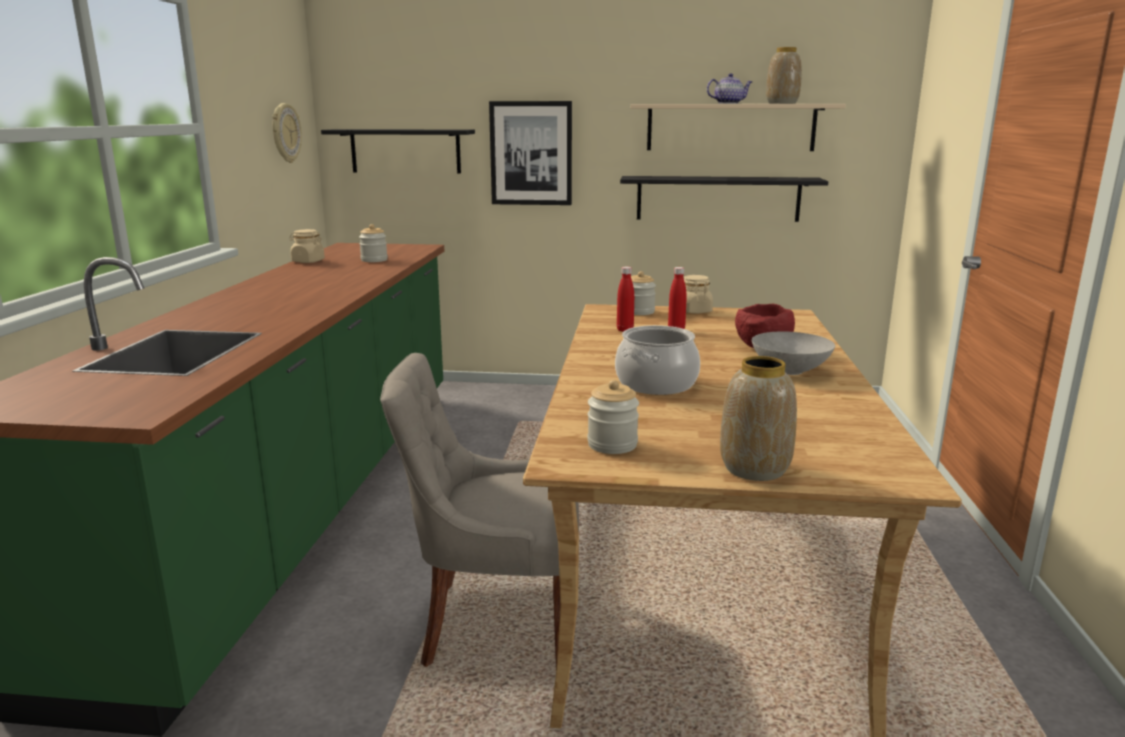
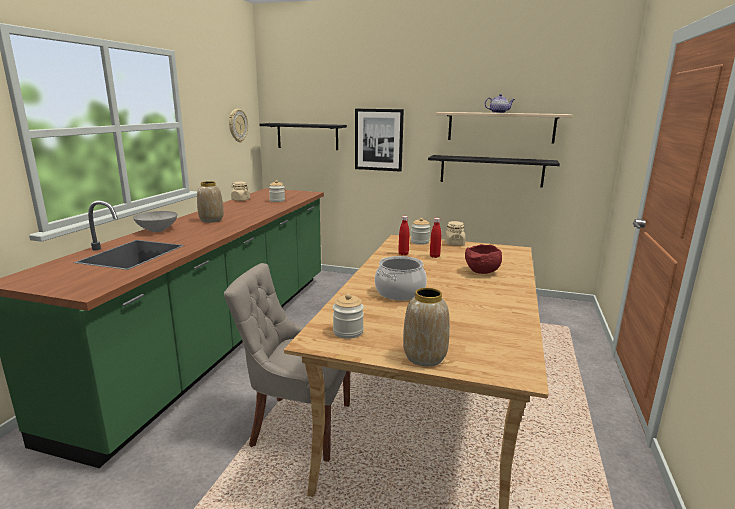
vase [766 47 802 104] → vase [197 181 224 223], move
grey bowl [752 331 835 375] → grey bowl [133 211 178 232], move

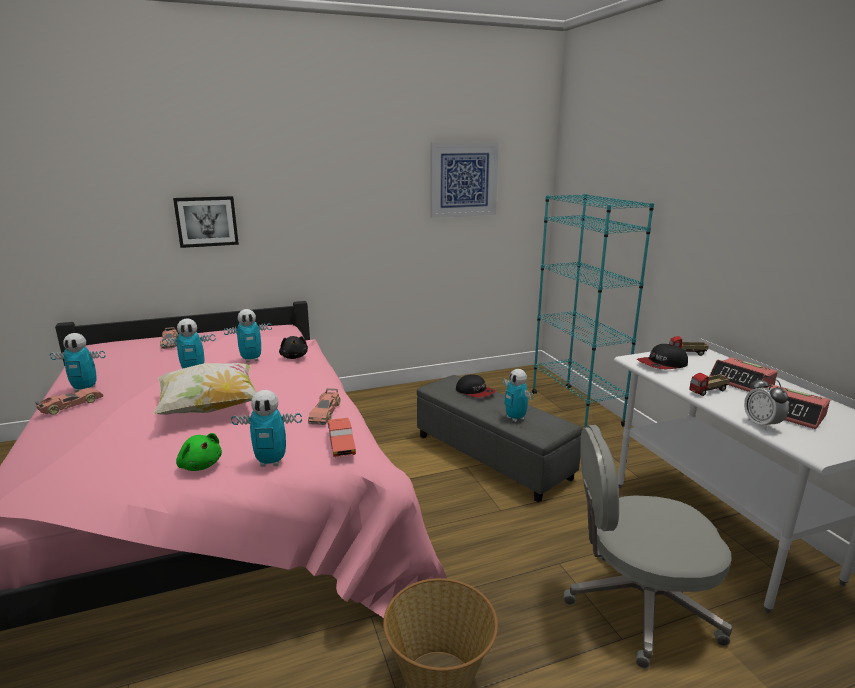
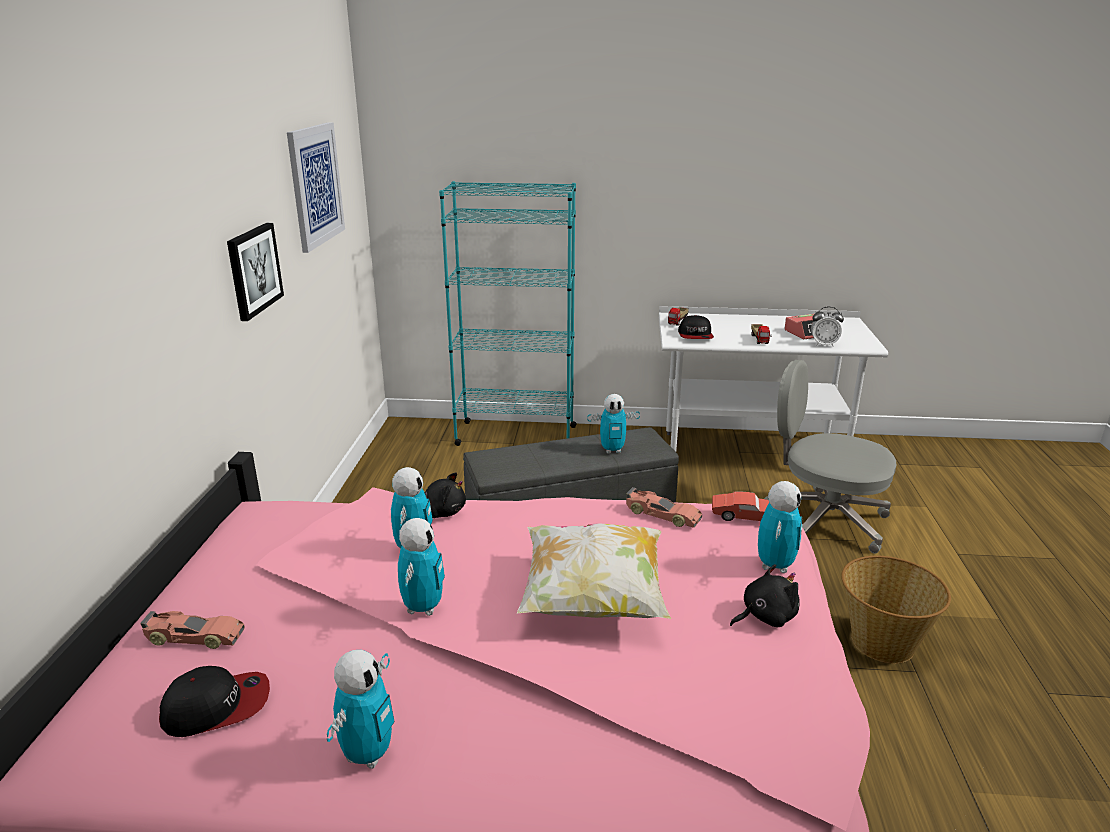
picture [173 196 239 248] → picture [227 223 284 321], move
alarm clock [709 357 778 392] → -
cap [456 374 496 398] → cap [159 666 270 737], move
toy car [35 388 103 415] → -
grey office chair [564 425 732 668] → grey office chair [764 360 896 553], 90 degrees clockwise
green plush toy [176 433 222 471] → black plush toy [730 564 800 627]

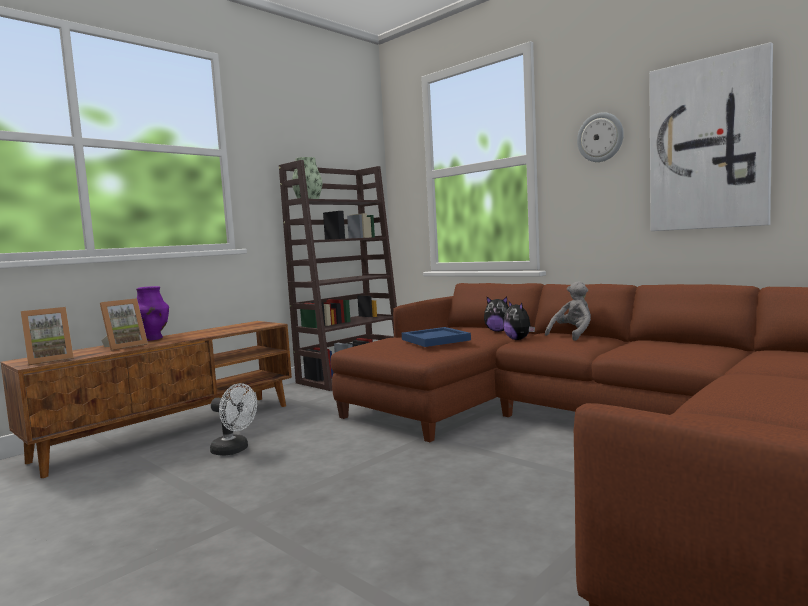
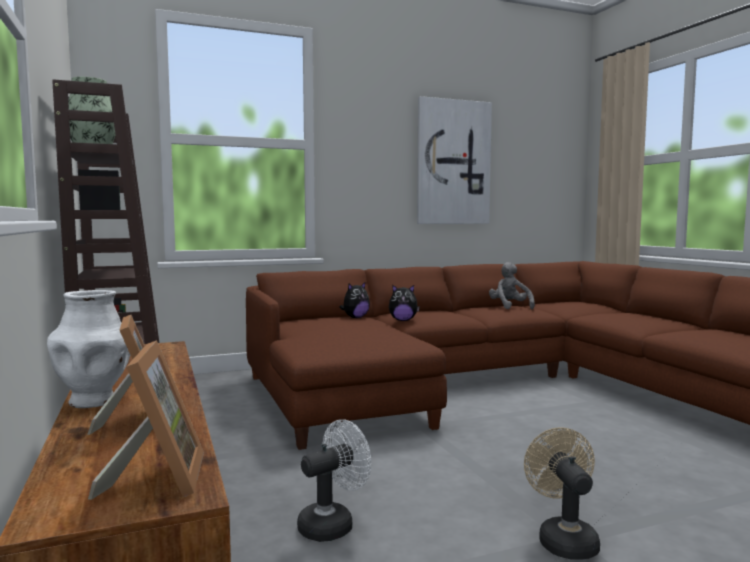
wall clock [577 112 624 162] → -
grey plush toy [545 281 591 341] → grey plush toy [489 262 535 310], move
purple vase [136 286 169 341] → white vase [47 290 130 408]
blue tray [402 327 471 347] → -
- → beige fan [524 427 600 560]

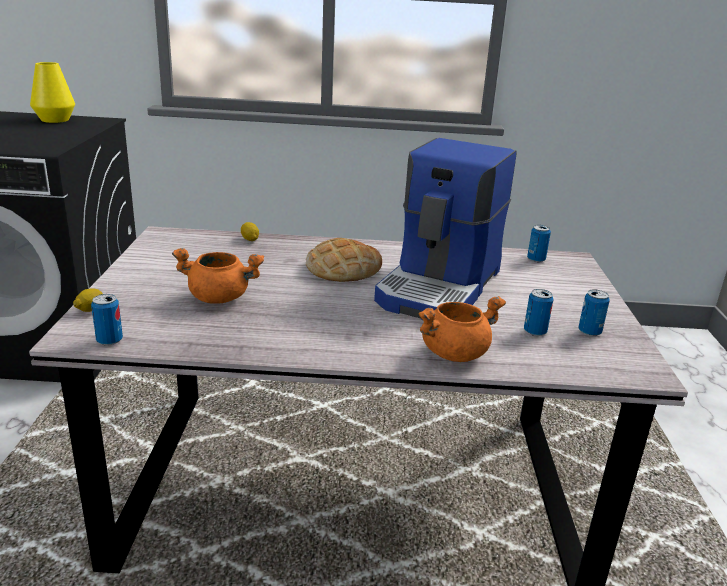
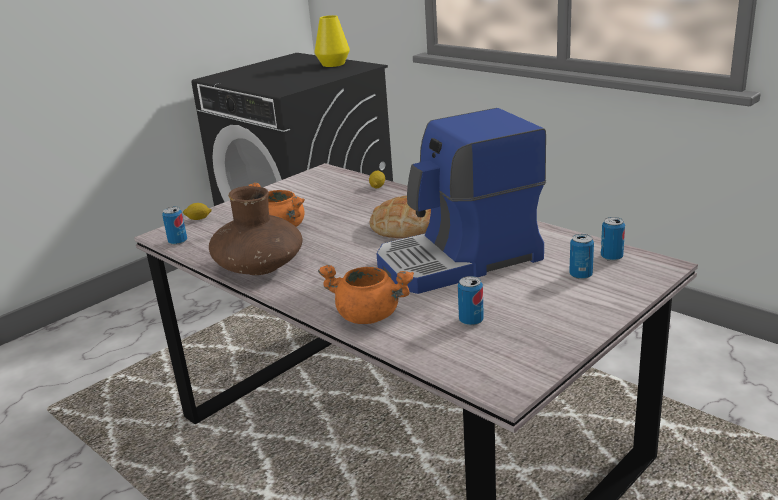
can [579 289 610 336] → can [569 234 594 280], move
- → brown vase [209 186 303 275]

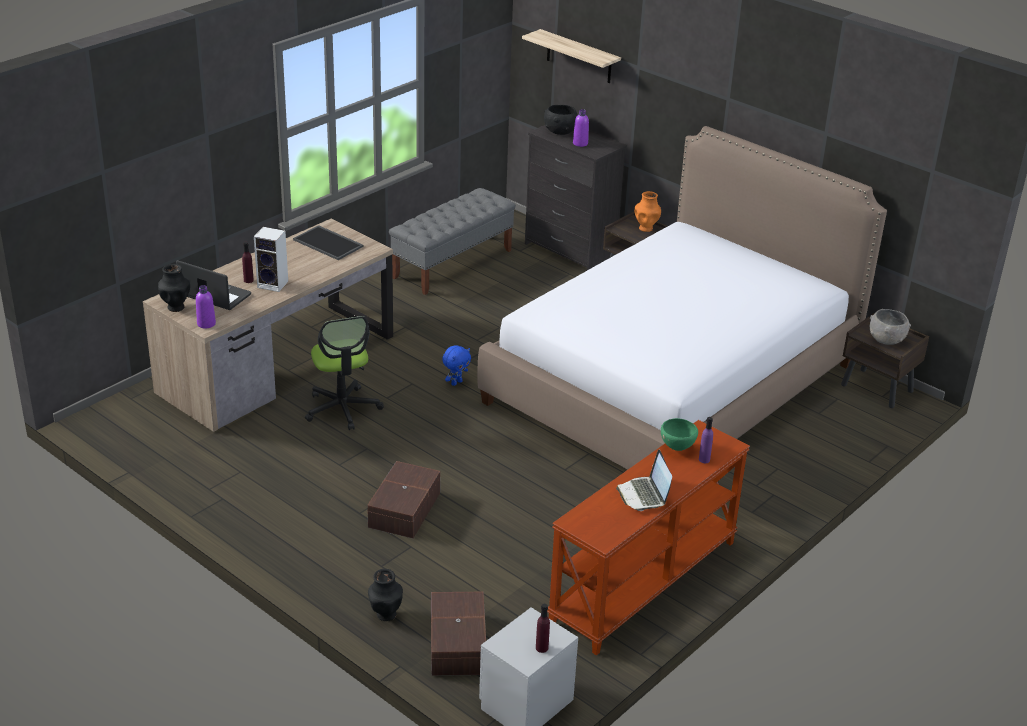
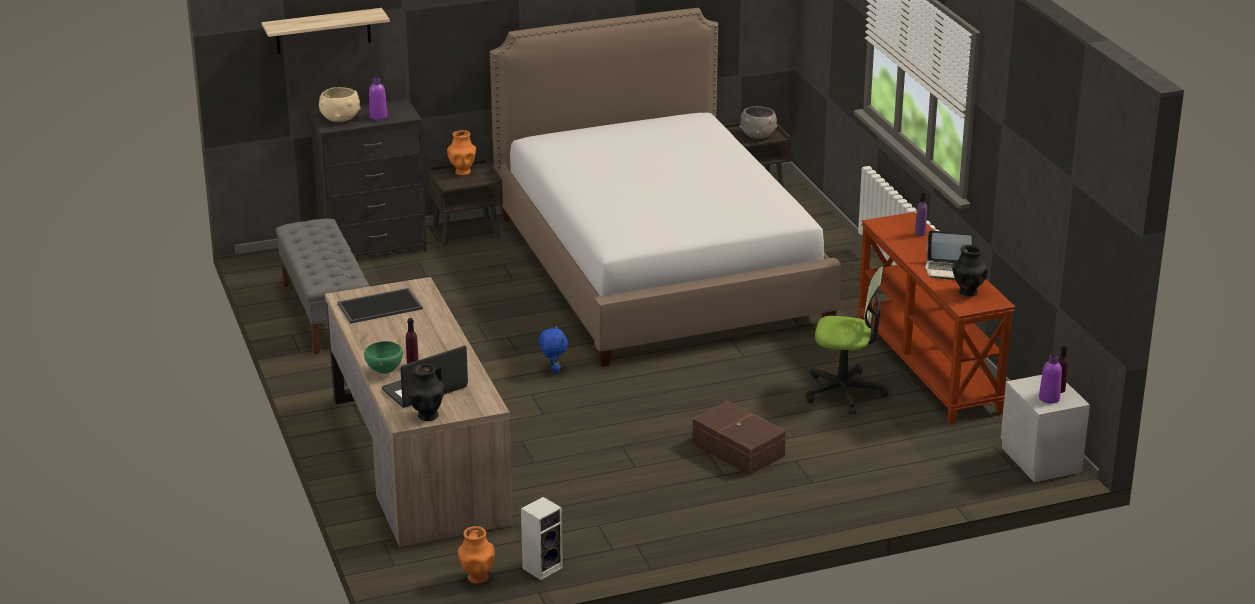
black bowl [544 105 578 135] → beige bowl [319 87 361 122]
speaker [254 227 288 292] → speaker [521 497 563 580], move
purple bottle [196 285 216 328] → purple bottle [1039 355 1062 404], move
office chair [305 316 384 430] → office chair [806 267 888 415], move
green bowl [661 418 698 451] → green bowl [364 341 403 374], move
black vase [368 569 403 621] → black vase [952 245 988 297], move
brown storage box [431 592 486 676] → -
- → orange vase [458 526 495 584]

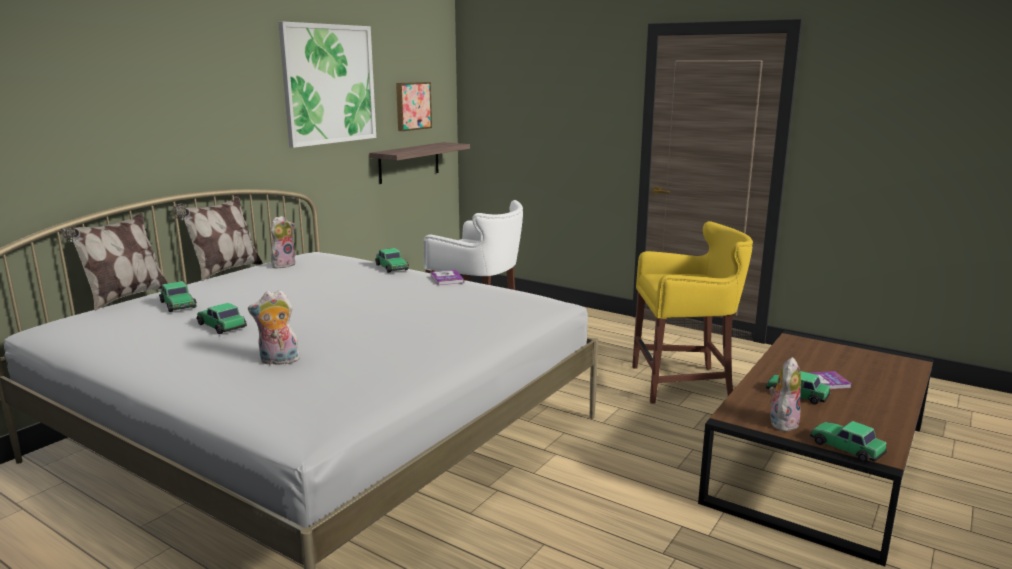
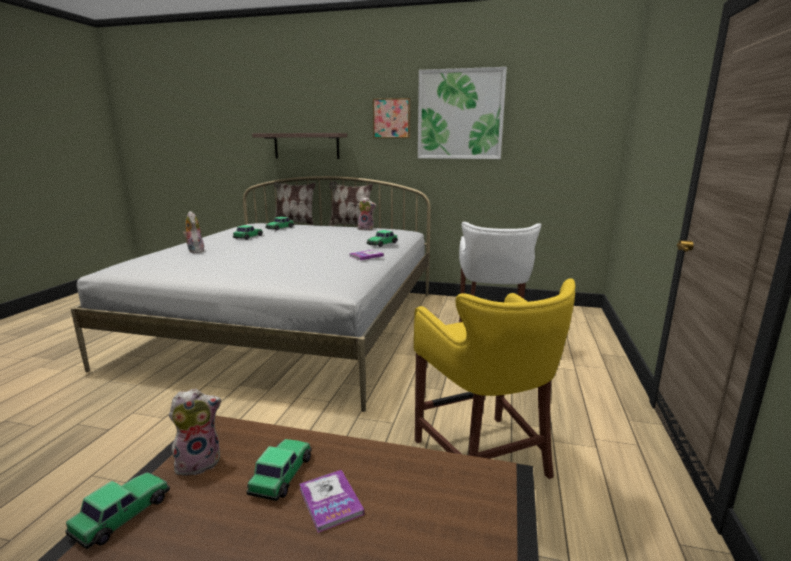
picture [396 82 432 131] → picture [373 98 411 138], move
shelf [369 142 470 184] → shelf [252 133 347 159], move
plush toy [769 357 801 431] → plush toy [169 388 221 476], 45 degrees counterclockwise

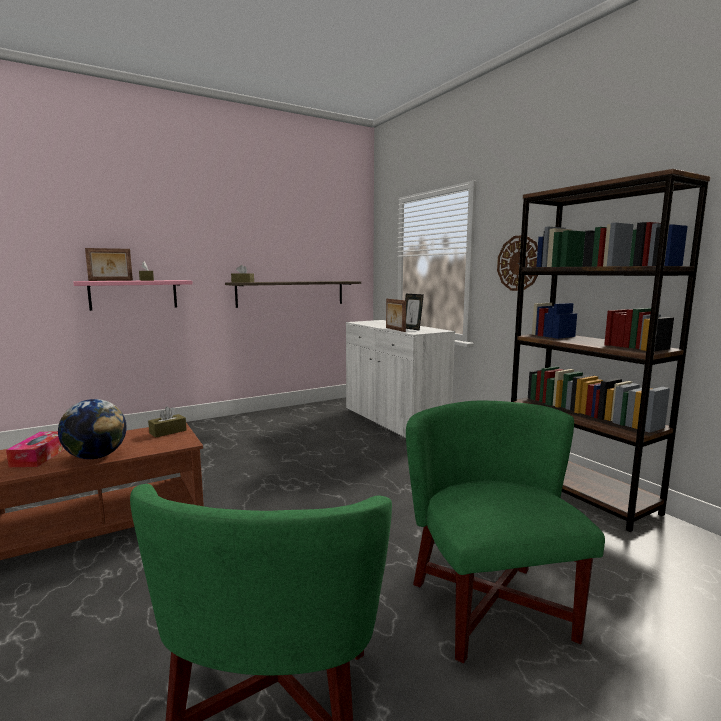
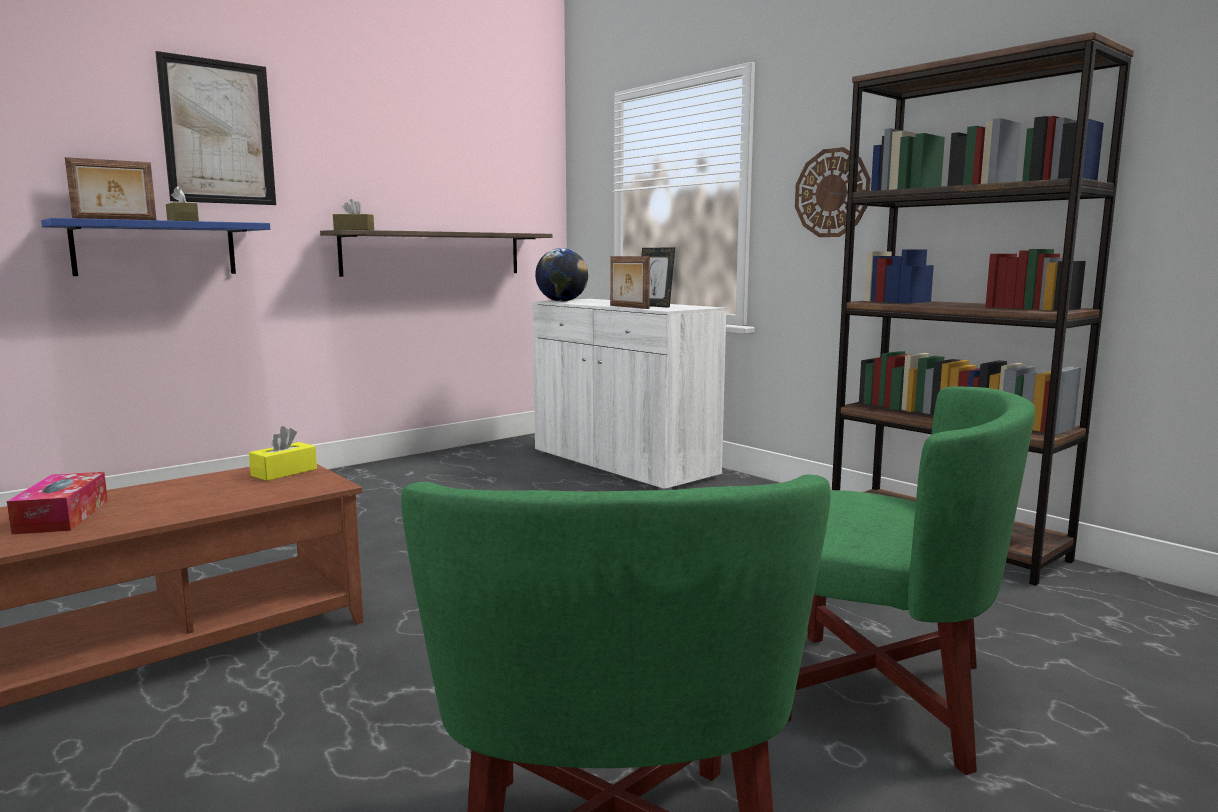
pink shelf [73 280 193 311] → blue shelf [41 218 270 276]
globe [58 399 127 459] → globe [535 248 588 302], move
green armchair [406 401 605 663] → green armchair [788 386 1035 775], 135 degrees clockwise
brown tissue box [148 406 187 438] → yellow tissue box [249 426 317 481]
- → picture [155 51 276 205]

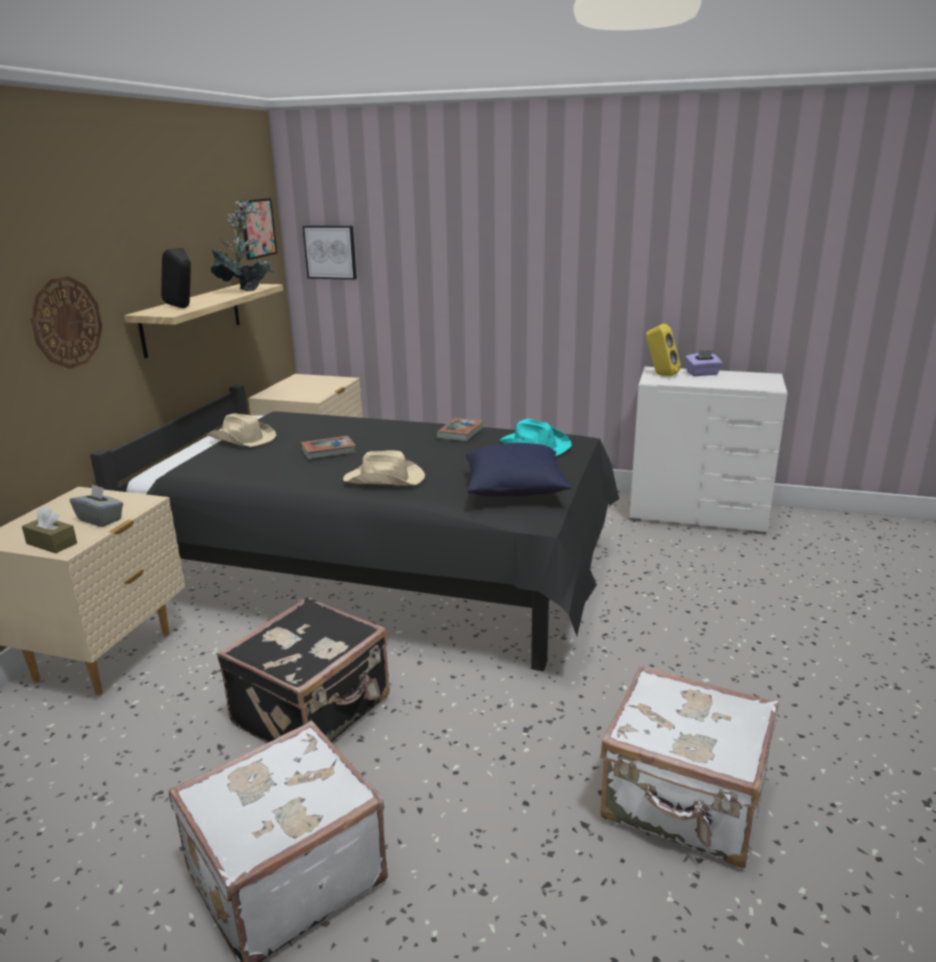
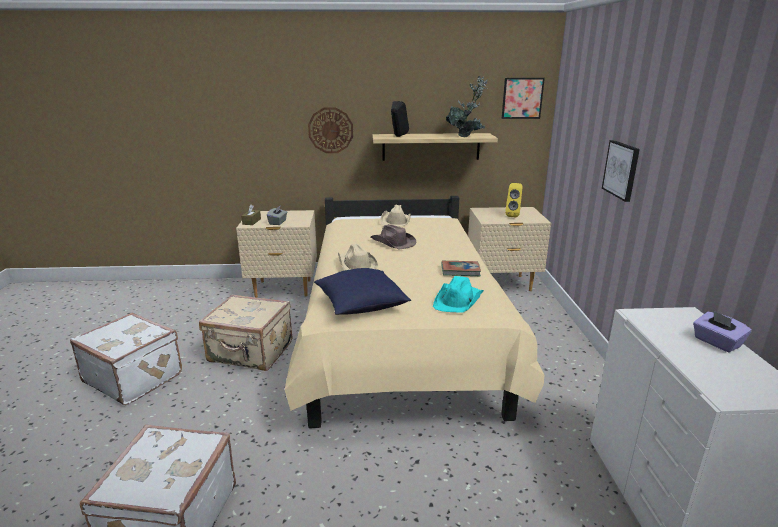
picture [303 226 357 280] → picture [602 140 640 202], move
yellow speaker [646 324 681 376] → yellow speaker [505 183 522 217], move
black bed [90 384 619 671] → beige bed [285 196 544 428]
book [300 436 357 460] → brown hat [371 224 417 249]
black suitcase [217 597 390 743] → beige suitcase [199 294 292 371]

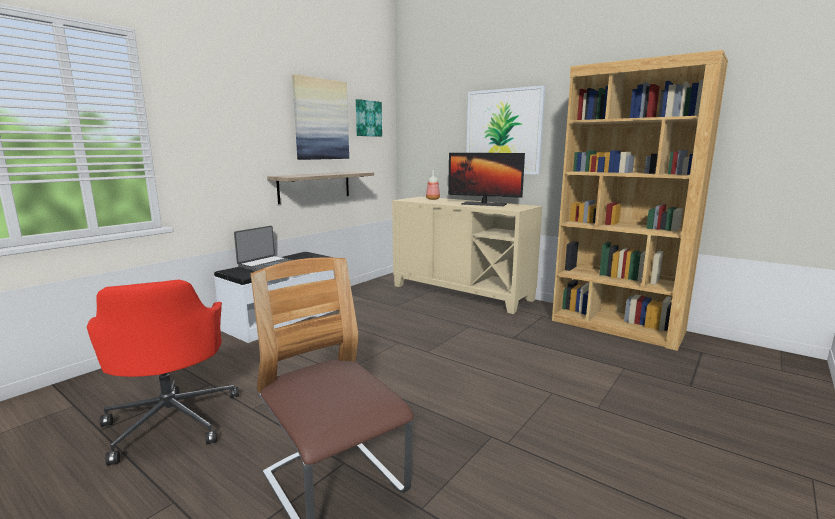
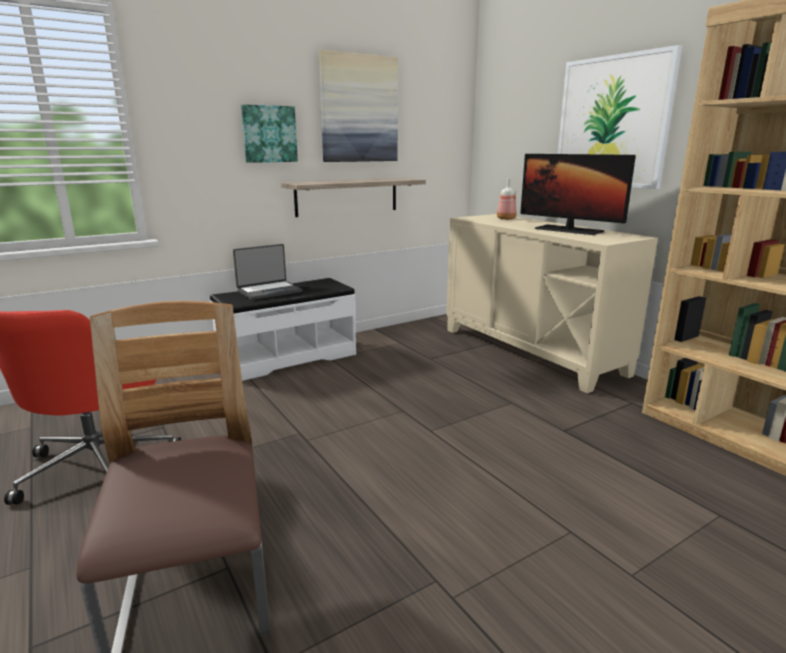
picture [356 99 382 137] → picture [241 104 298 163], move

